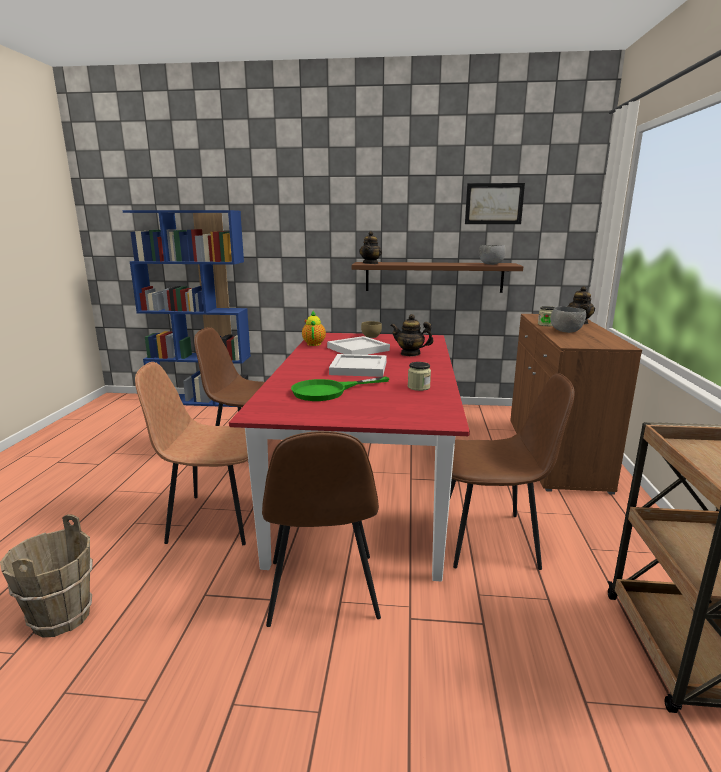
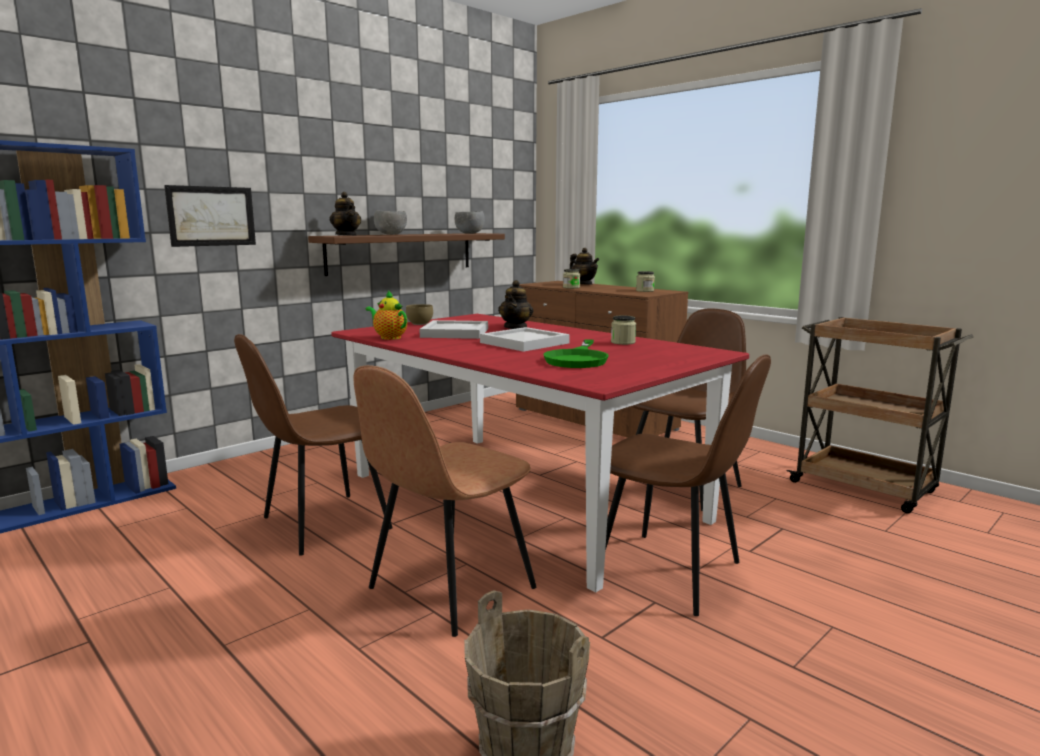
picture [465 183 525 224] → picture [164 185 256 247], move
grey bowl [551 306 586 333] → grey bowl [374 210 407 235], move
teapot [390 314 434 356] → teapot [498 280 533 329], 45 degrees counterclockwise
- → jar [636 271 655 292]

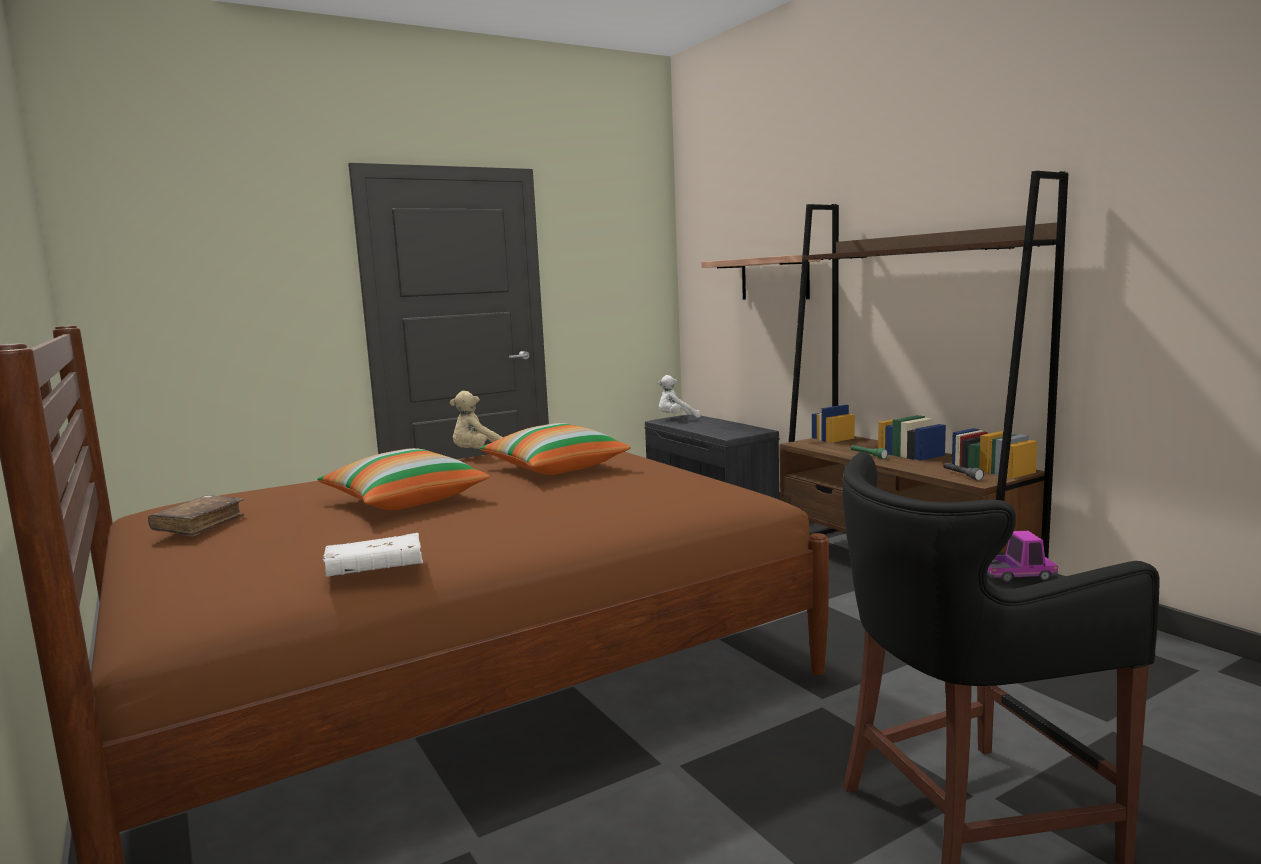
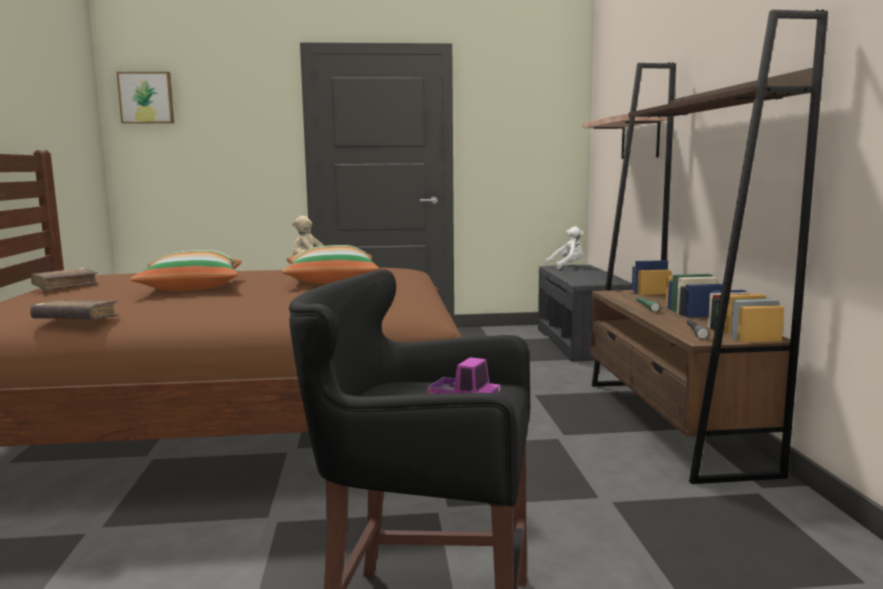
white plush toy [658 375 701 418] → white plush toy [545 226 584 269], 150 degrees clockwise
white book [323 533 423 577] → brown book [30 300 119 320]
- → picture [117 72 174 124]

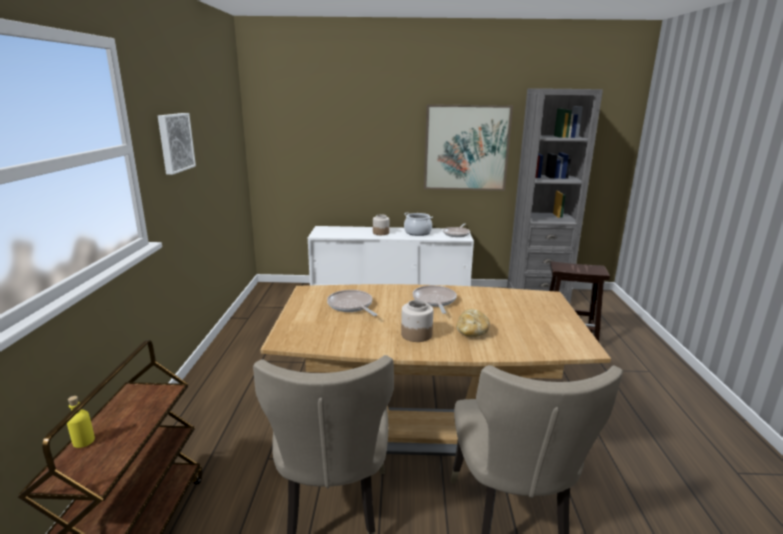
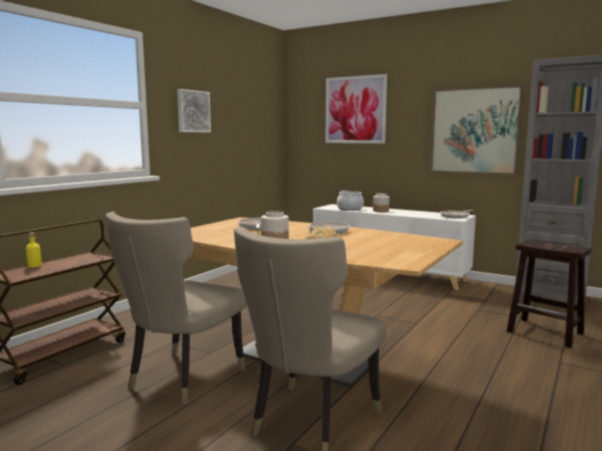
cooking pot [404 213 433 236] → cooking pot [337 190 364 211], move
- → picture [326 74 387 143]

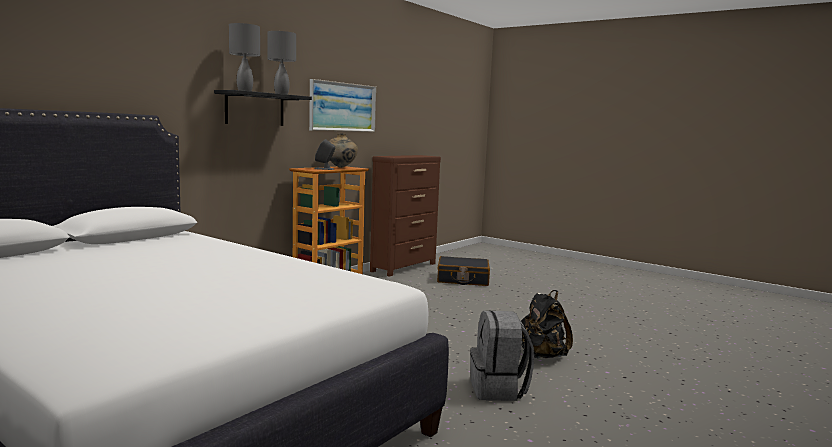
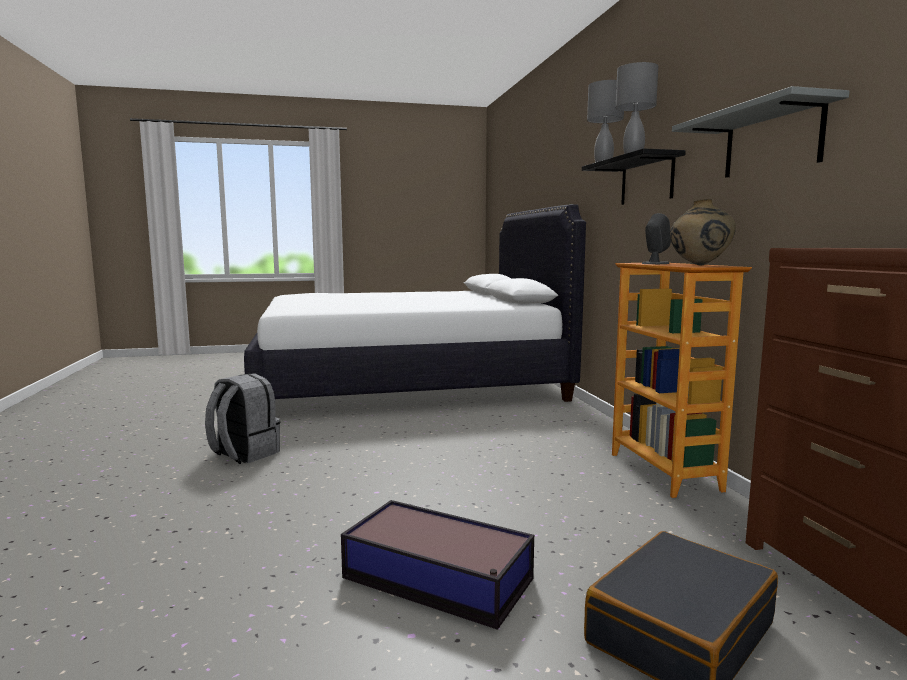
picture [309 79 376 132] → grey shelf [672 86 850 178]
black backpack [521 290 573 358] → -
- → storage box [341 500 534 630]

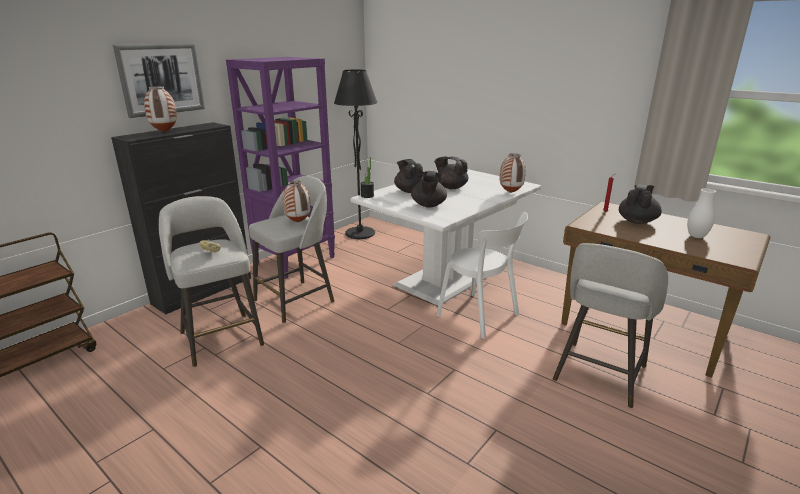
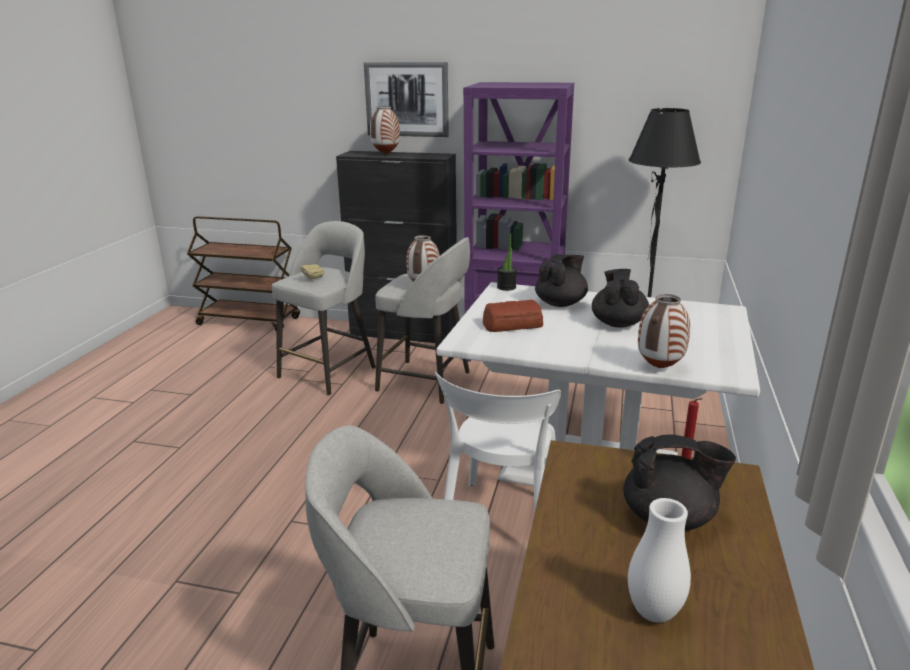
black teapot [411 171 447 208] → bread [483 300 543 332]

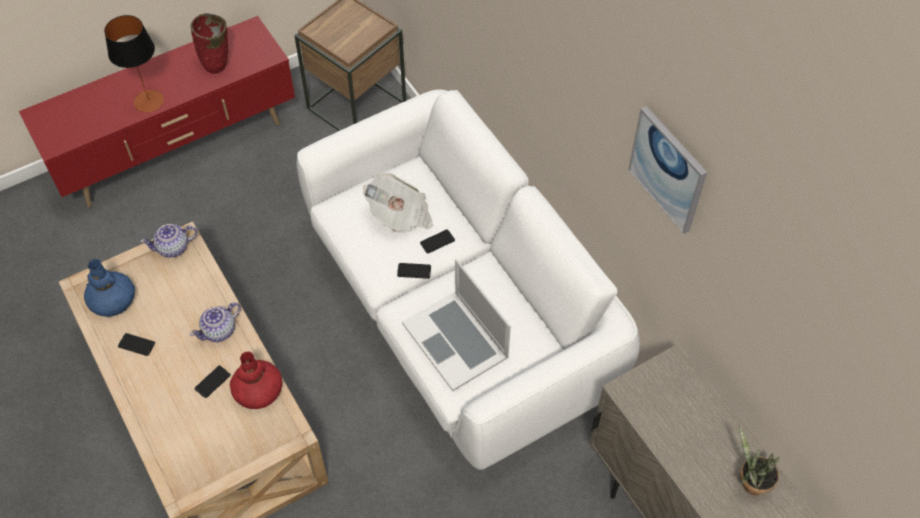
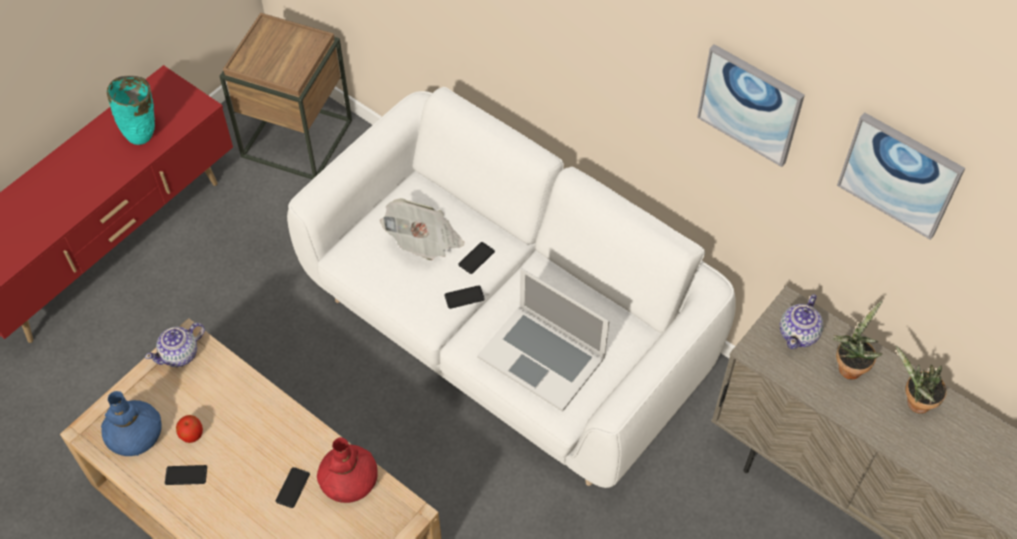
red vase [191 13 228 73] → turquoise vase [107 76 155 145]
table lamp [104 15 164 112] → -
teapot [190 302 241 342] → teapot [780 294 824 349], move
- → picture [837 112 965 240]
- → potted plant [833 301 882 380]
- → apple [176 415 203 443]

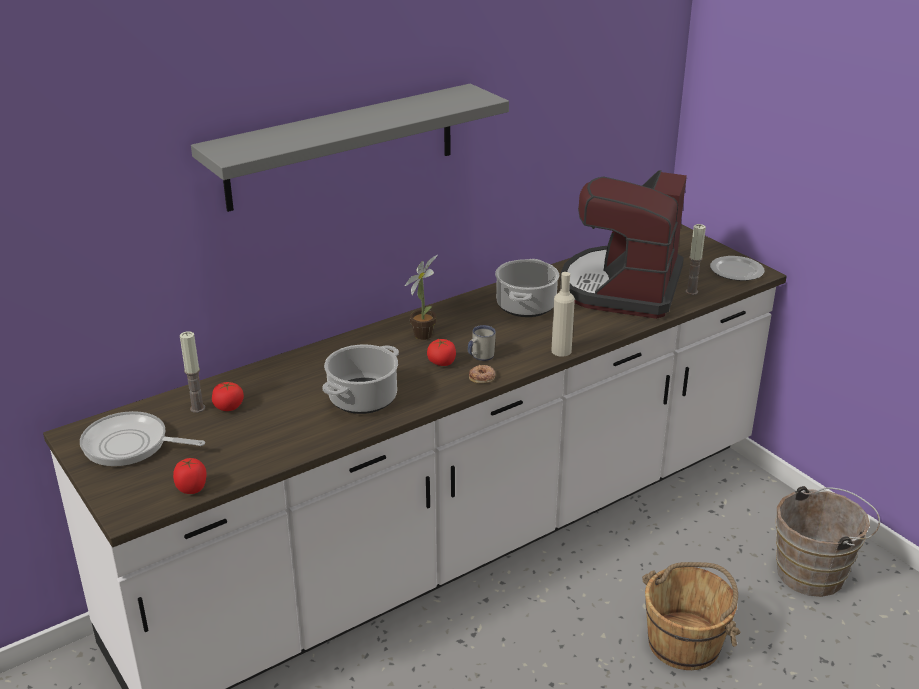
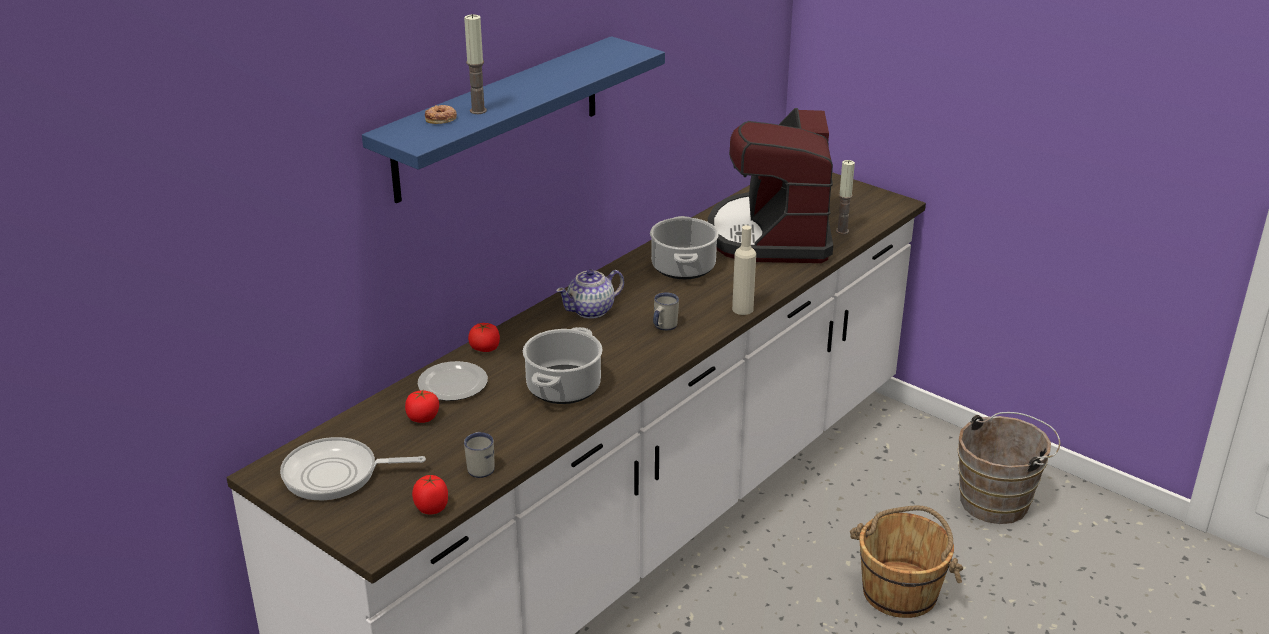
grey shelf [191 84 509 212] → blue shelf [362 36 665 204]
potted plant [405 255 438 340] → teapot [556 269 624 319]
plate [710 256 765 281] → plate [418 361 488 401], move
candle [180 331 205 413] → candle [464 14 487 114], move
tomato [427 338 456 366] → tomato [468 323 500 352], move
donut [469 365 496 383] → donut [425 105 457 124], move
- → white mug [464 432 495 478]

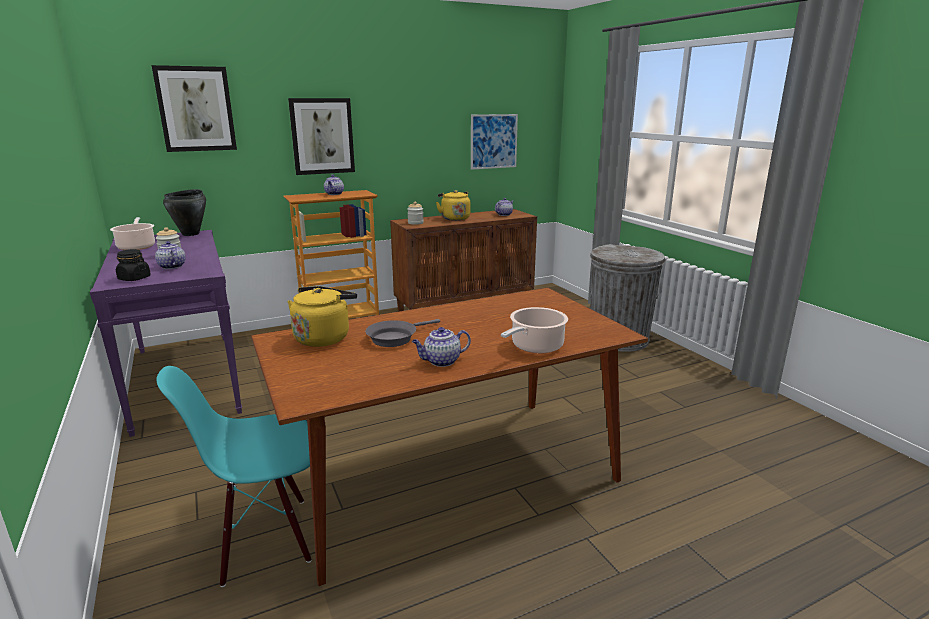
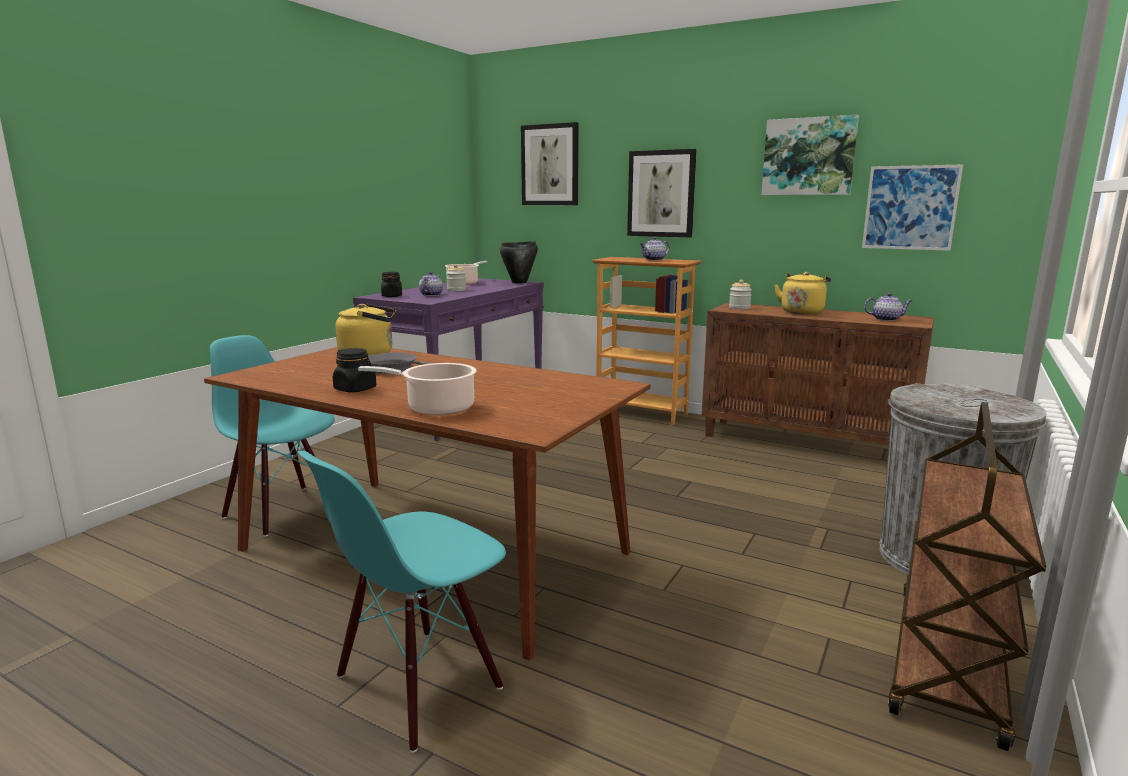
teapot [412 327 471 367] → black jar [333 348 376 392]
- → picture [762 115 859 195]
- → brown cart [888 402 1046 751]
- → turquoise chair [297 451 506 753]

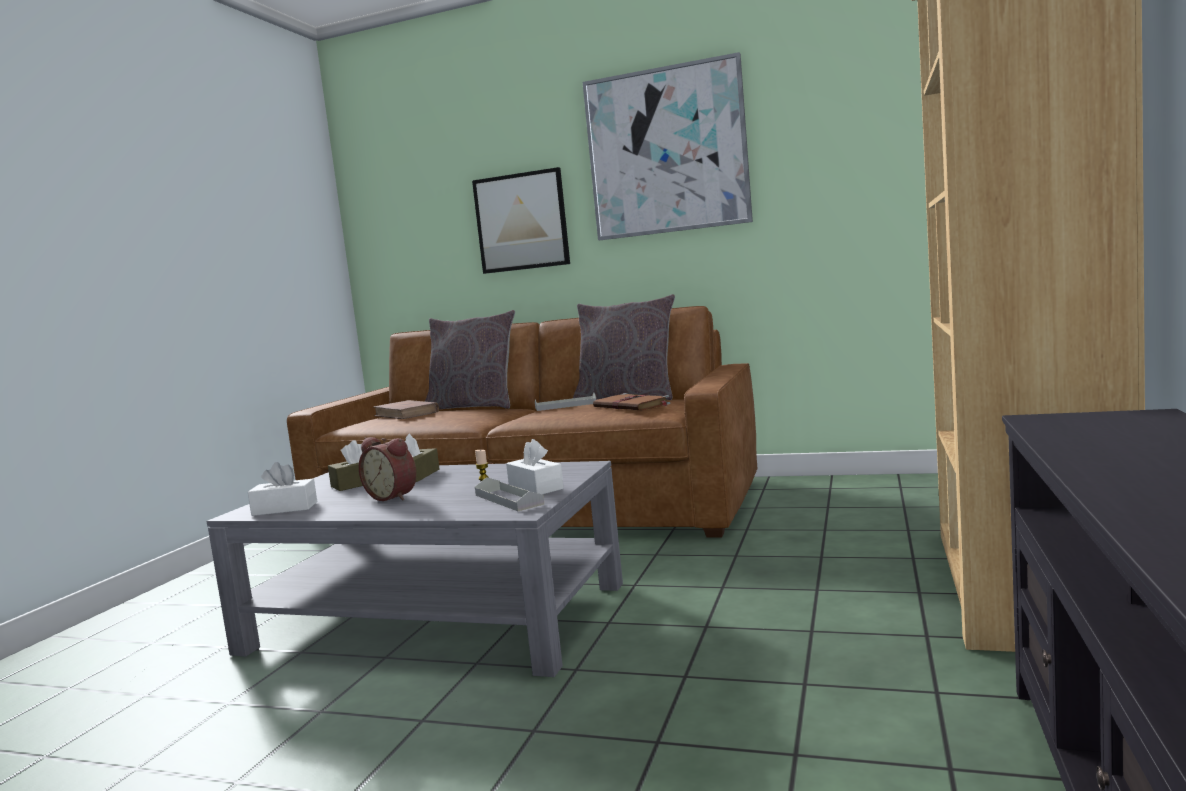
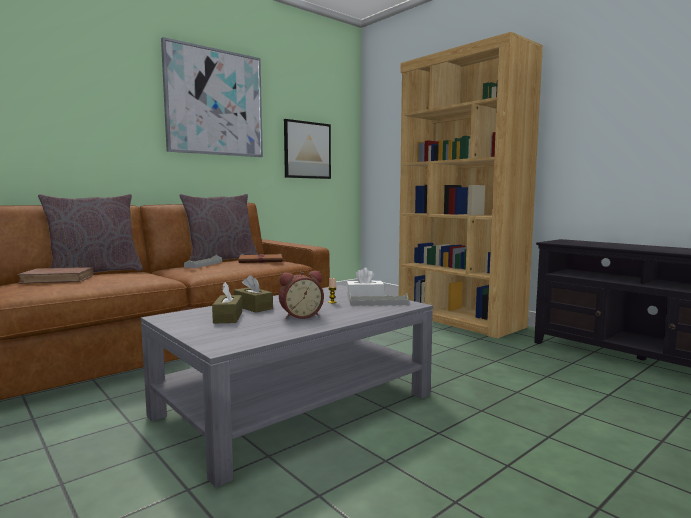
picture [472 167 570 274] → picture [284 119 331 179], move
white tissue box [248 462 317 516] → -

